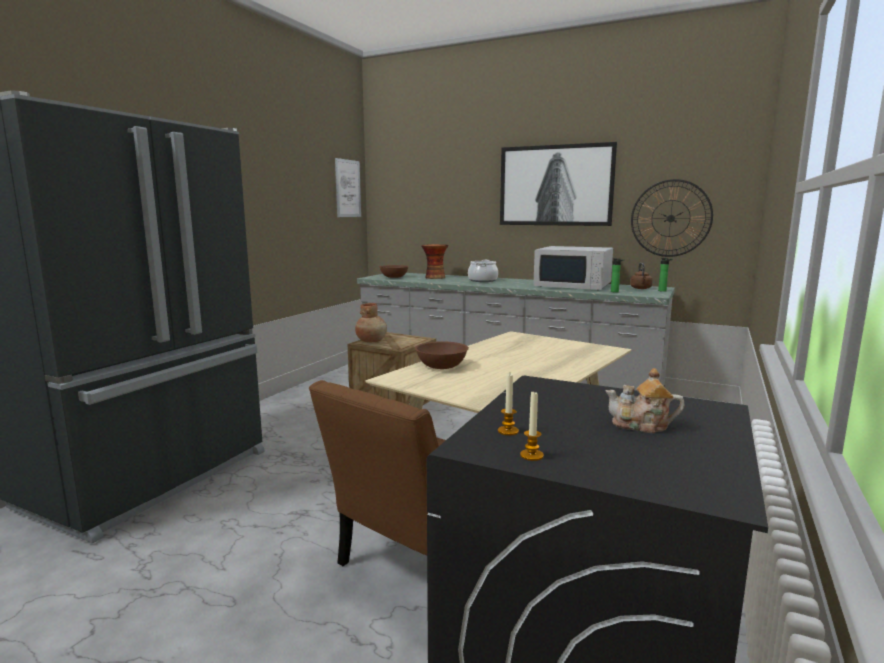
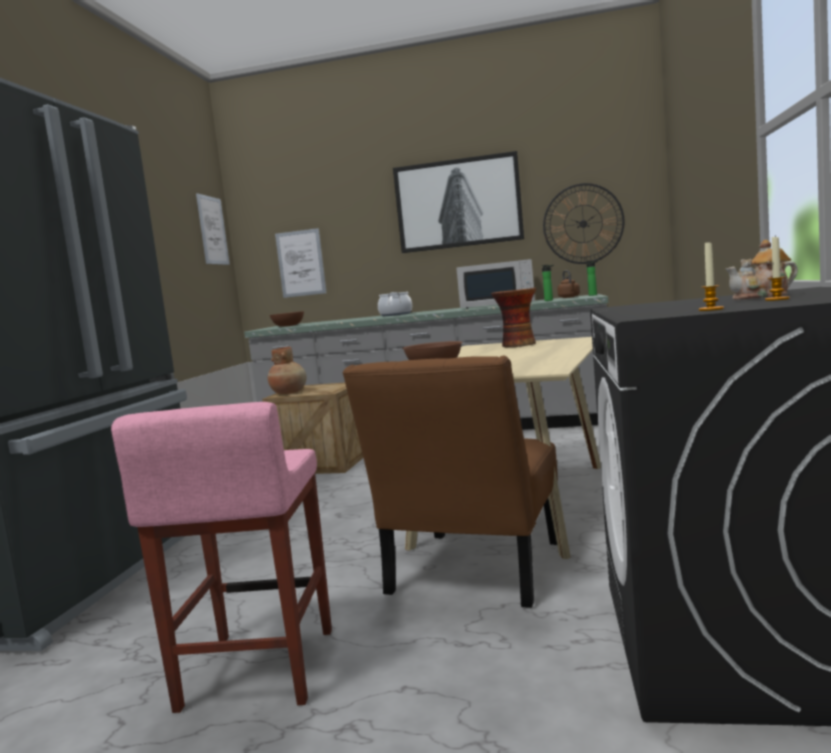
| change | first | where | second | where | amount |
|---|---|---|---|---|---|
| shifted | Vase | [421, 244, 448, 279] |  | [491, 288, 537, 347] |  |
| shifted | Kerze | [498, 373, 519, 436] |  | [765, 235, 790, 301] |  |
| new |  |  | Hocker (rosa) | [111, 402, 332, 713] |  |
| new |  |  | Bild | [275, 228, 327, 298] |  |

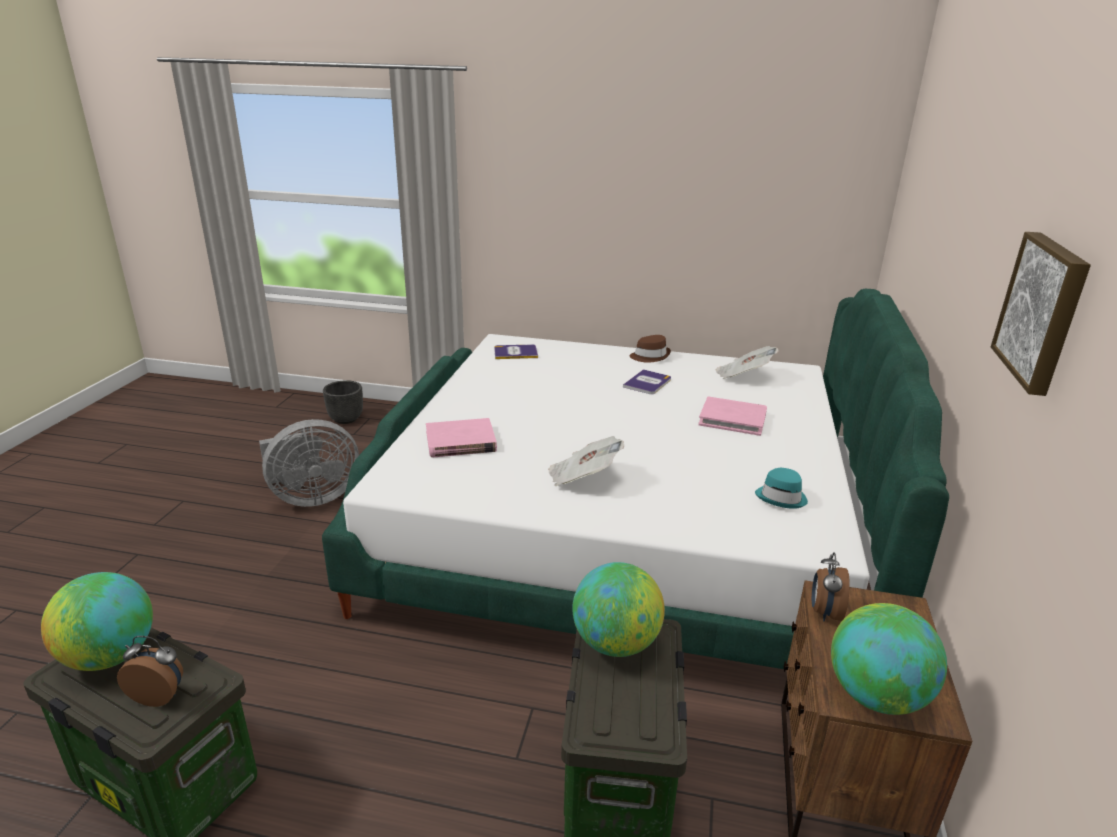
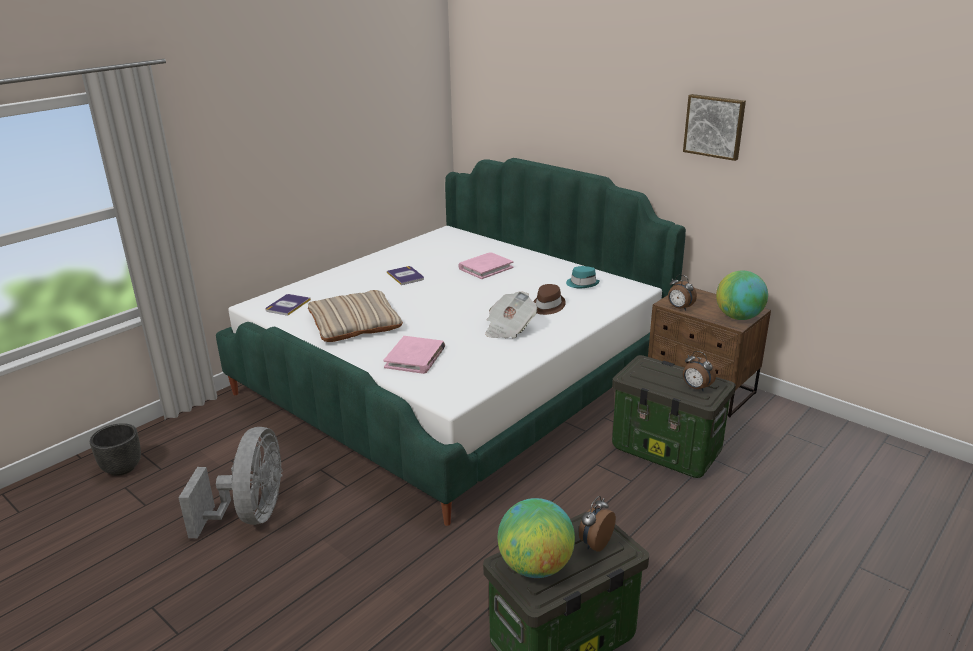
| change | first | where | second | where | amount |
|---|---|---|---|---|---|
| gone | Globus | [572, 562, 665, 657] |  |  |  |
| shifted | Hut (braun) | [629, 335, 671, 363] |  | [533, 284, 566, 315] |  |
| gone | Zeitung | [716, 346, 778, 379] |  |  |  |
| new |  |  | Kissen (beige) | [308, 290, 403, 342] |  |
| new |  |  | Wecker | [683, 351, 716, 391] |  |

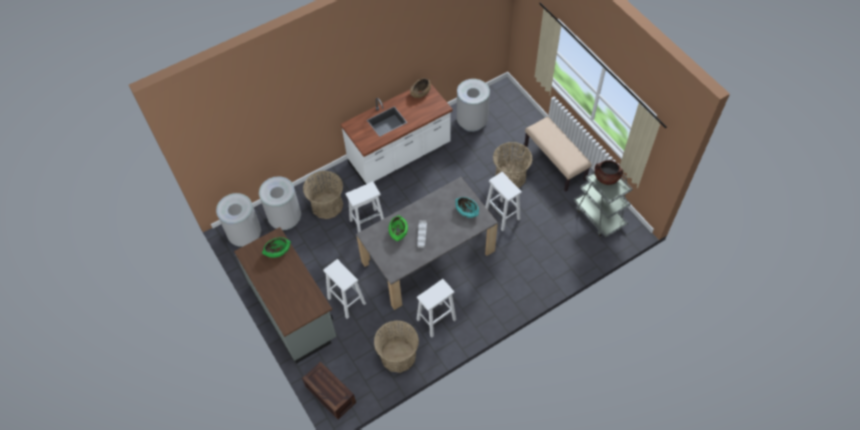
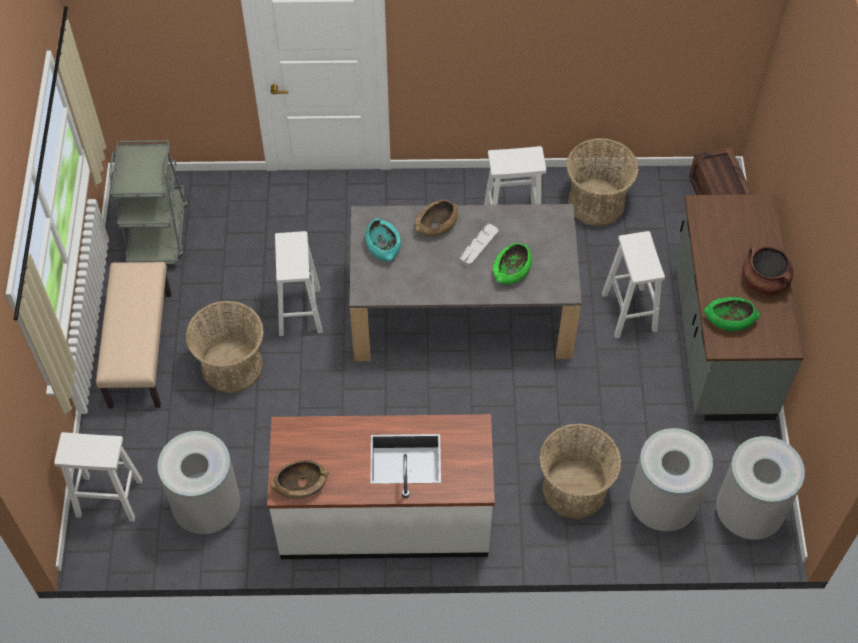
| change | first | where | second | where | amount |
|---|---|---|---|---|---|
| shifted | Hocker (weiß) | [345, 181, 384, 233] |  | [54, 432, 143, 521] |  |
| shifted | Kochtopf (braun) | [595, 160, 623, 185] |  | [742, 247, 793, 295] |  |
| new |  |  | Schüssel (braun) | [415, 200, 458, 237] |  |

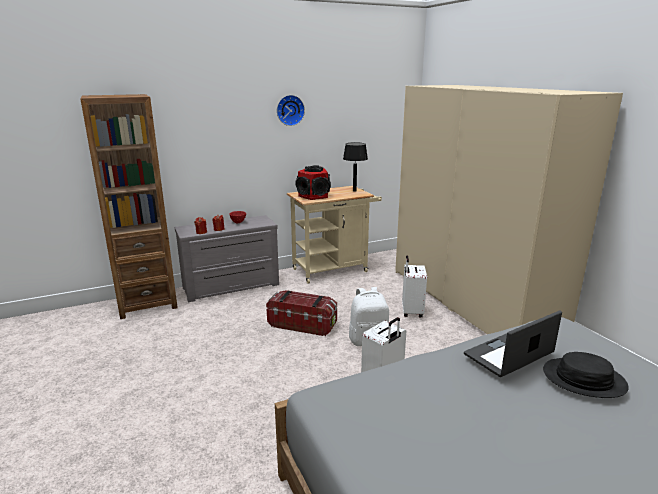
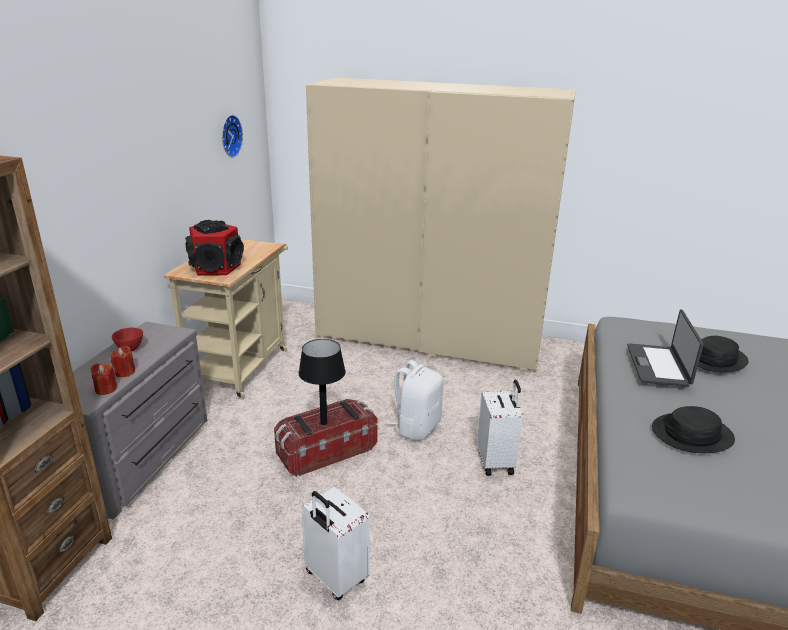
| change | first | where | second | where | amount |
|---|---|---|---|---|---|
| shifted | Wanduhr | [277, 95, 305, 126] |  | [222, 115, 243, 158] |  |
| shifted | Tischlampe (schwarz) | [343, 142, 368, 192] |  | [299, 339, 346, 425] |  |
| shifted | Koffer (weiß) | [402, 256, 427, 317] |  | [301, 487, 370, 600] |  |
| new |  |  | Hut (schwarz) | [652, 406, 735, 453] |  |

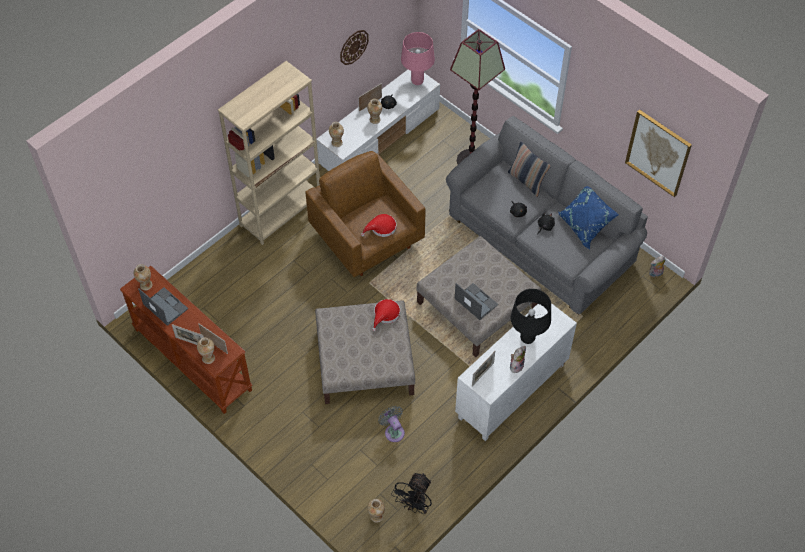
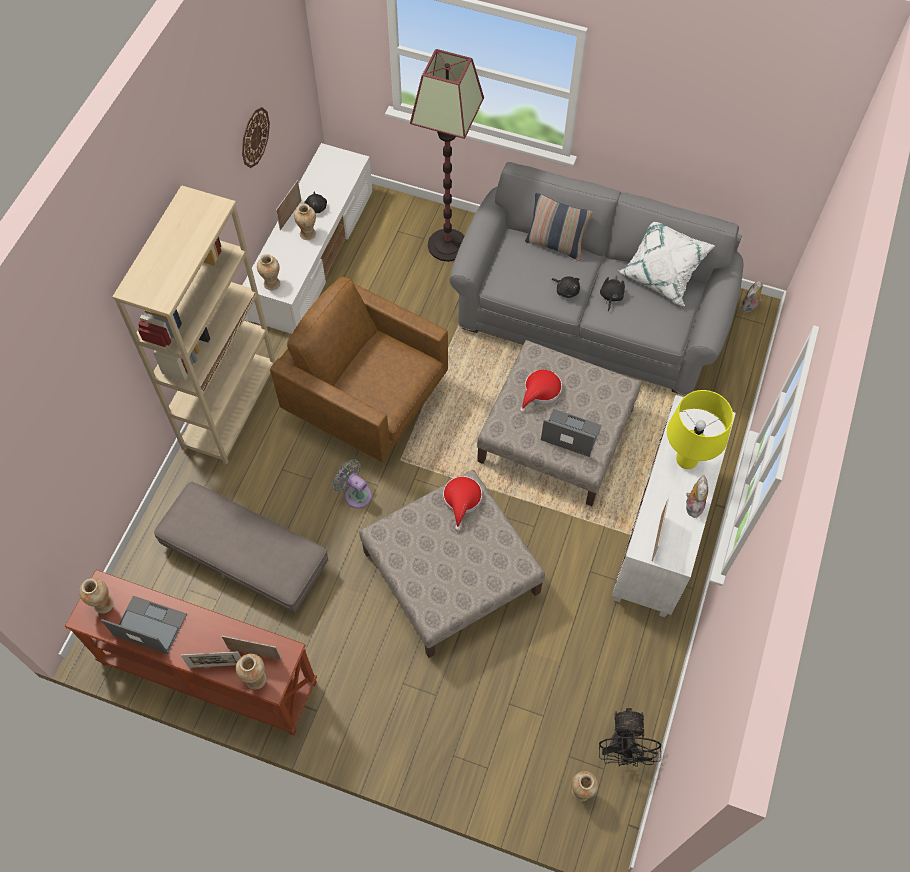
| change | first | where | second | where | amount |
|---|---|---|---|---|---|
| shifted | Hut (rot) | [361, 214, 396, 237] |  | [520, 369, 562, 413] |  |
| shifted | Ventilator (grau) | [378, 406, 405, 442] |  | [333, 459, 372, 508] |  |
| gone | Tischlampe (rosa) | [401, 32, 435, 85] |  |  |  |
| repainted | Tischlampe (schwarz) | [511, 289, 551, 344] | Tischlampe (gelb) | [667, 390, 733, 469] |  |
| repainted | Kissen (blau) | [558, 186, 618, 249] | Kissen (weiß) | [618, 222, 715, 306] |  |
| gone | Bild | [625, 110, 692, 197] |  |  |  |
| new |  |  | Polsterhocker (grau) | [154, 482, 328, 613] |  |

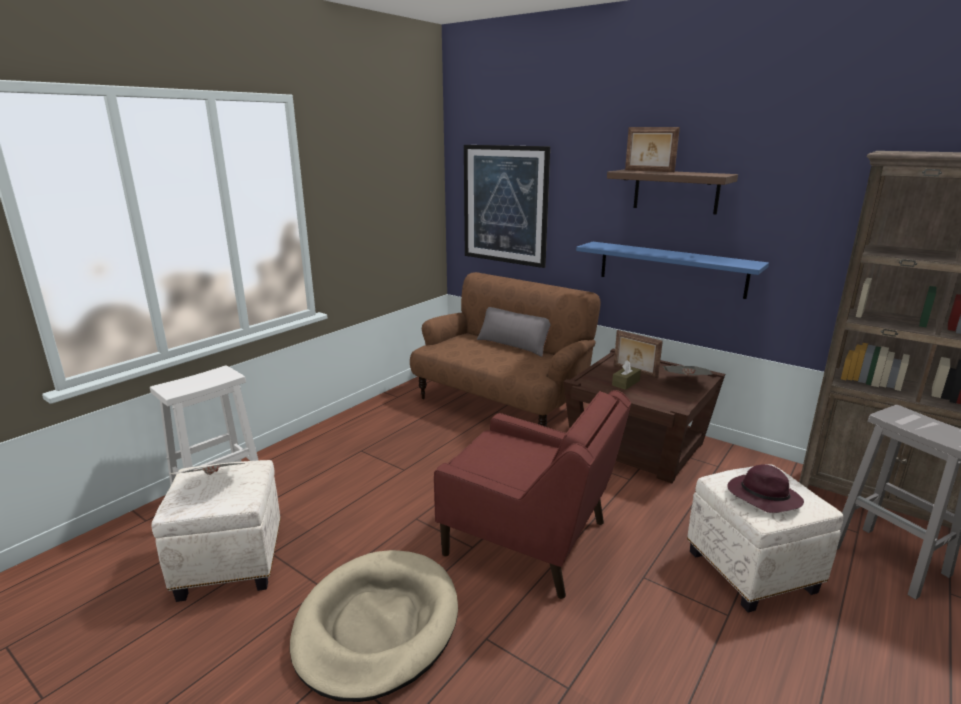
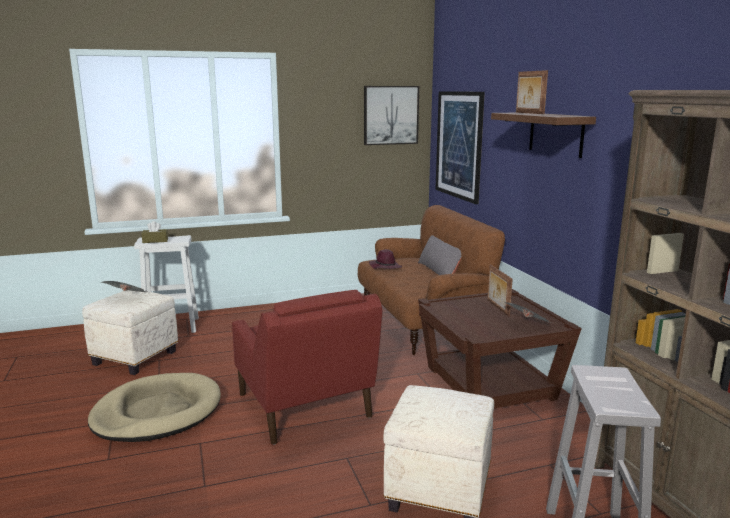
| change | first | where | second | where | amount |
|---|---|---|---|---|---|
| gone | Wandregal (blau) | [576, 242, 769, 299] |  |  |  |
| shifted | Taschentuchbox (braun) | [612, 360, 641, 390] |  | [141, 221, 168, 243] |  |
| shifted | Hut (lila) | [727, 464, 804, 513] |  | [369, 249, 402, 269] |  |
| new |  |  | Bild | [364, 86, 419, 145] |  |

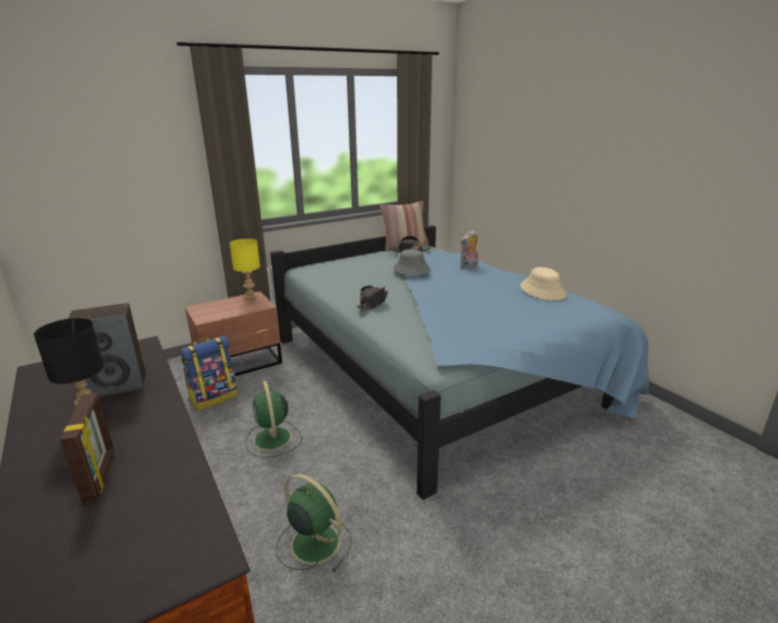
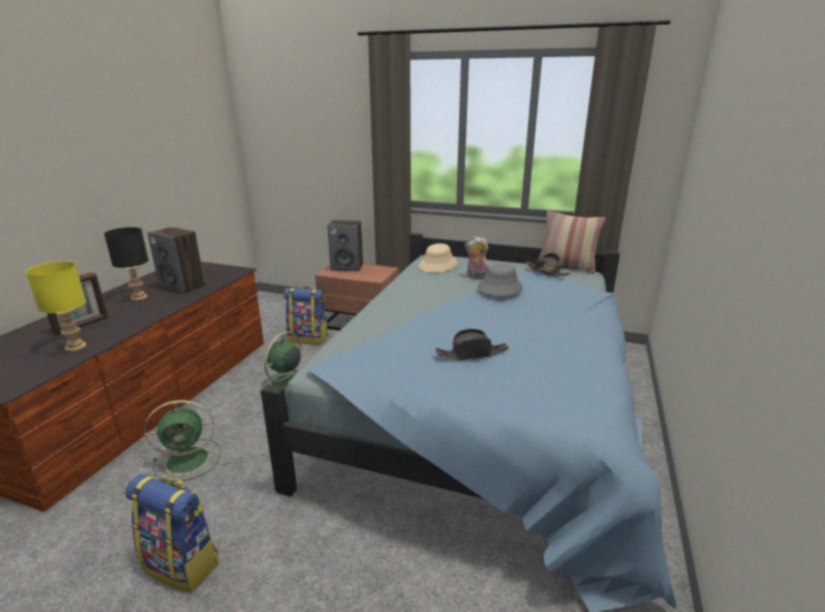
| change | first | where | second | where | amount |
|---|---|---|---|---|---|
| shifted | Tischlampe (gelb) | [229, 239, 260, 299] |  | [26, 261, 87, 352] |  |
| rotated | Ventilator (grün) | [276, 474, 352, 572] |  | [144, 400, 221, 482] | 75 degrees clockwise |
| shifted | Hut (schwarz) | [357, 285, 388, 310] |  | [435, 329, 508, 361] |  |
| shifted | Plüschtier | [460, 230, 478, 269] |  | [465, 237, 489, 280] |  |
| shifted | Hut (beige) | [520, 267, 567, 301] |  | [419, 243, 458, 273] |  |
| new |  |  | Rucksack | [125, 474, 219, 593] |  |
| new |  |  | Lautsprecher | [327, 220, 363, 271] |  |

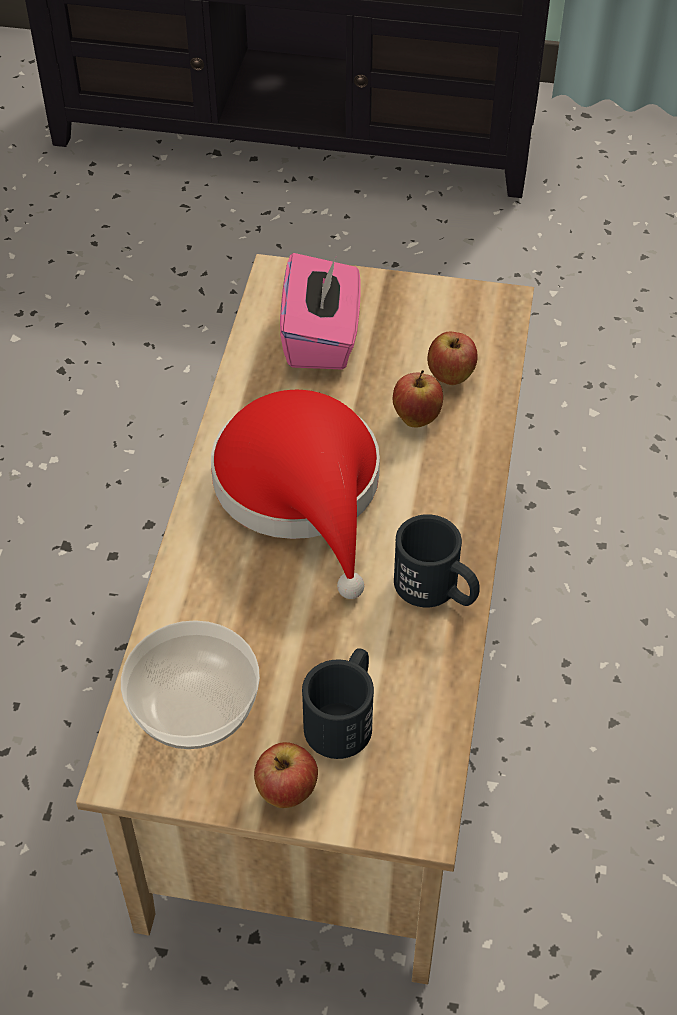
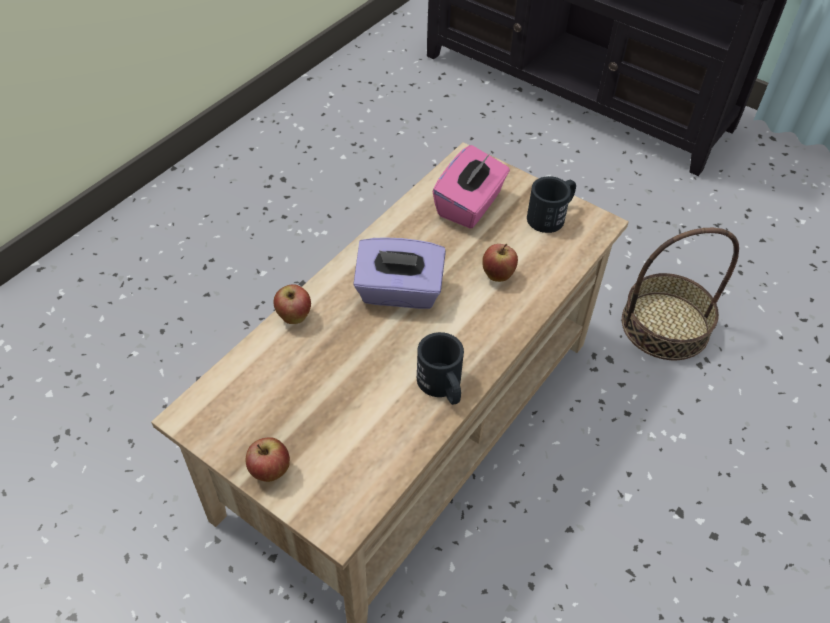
| change | first | where | second | where | amount |
|---|---|---|---|---|---|
| gone | Schüssel | [121, 620, 260, 749] |  |  |  |
| swapped | Hut (rot) | [211, 390, 380, 599] | Taschentuchbox (lila) | [353, 238, 446, 309] |  |
| shifted | Henkelbecher (schwarz) | [302, 648, 374, 759] |  | [527, 176, 576, 233] |  |
| shifted | Apfel | [427, 331, 478, 385] |  | [273, 284, 311, 324] |  |
| new |  |  | Korb | [622, 228, 739, 360] |  |

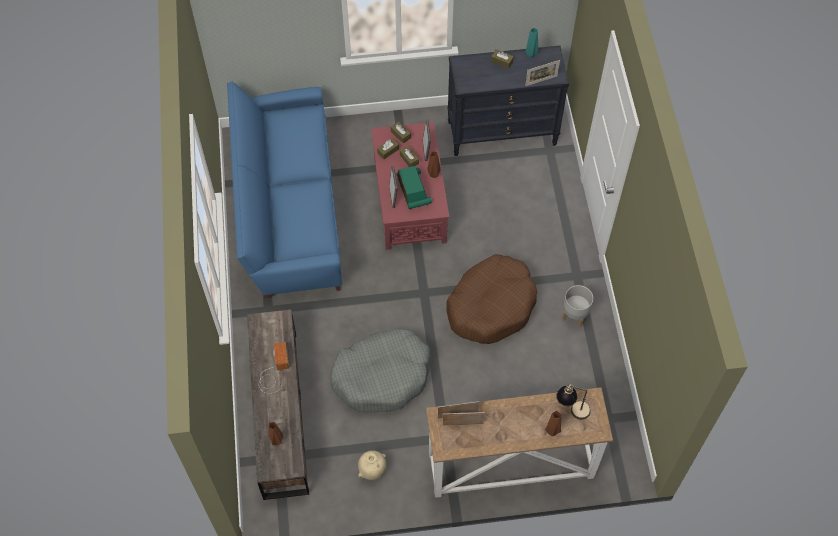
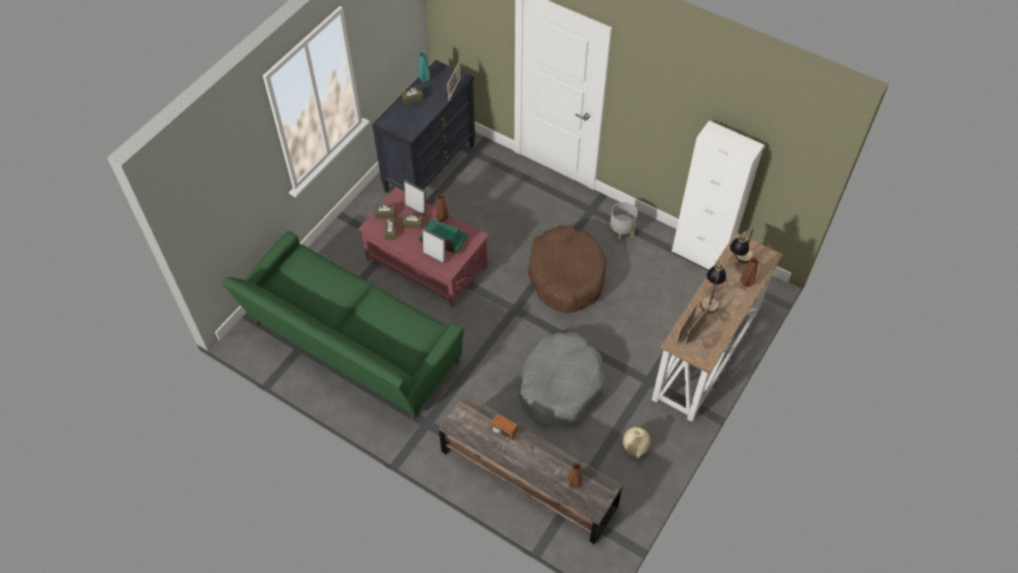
| change | first | where | second | where | amount |
|---|---|---|---|---|---|
| repainted | Sofa (blau) | [227, 82, 342, 299] | Sofa (grün) | [222, 231, 464, 420] |  |
| new |  |  | Schrank (weiß) | [672, 121, 764, 269] |  |
| new |  |  | Tischlampe | [700, 260, 726, 313] |  |

